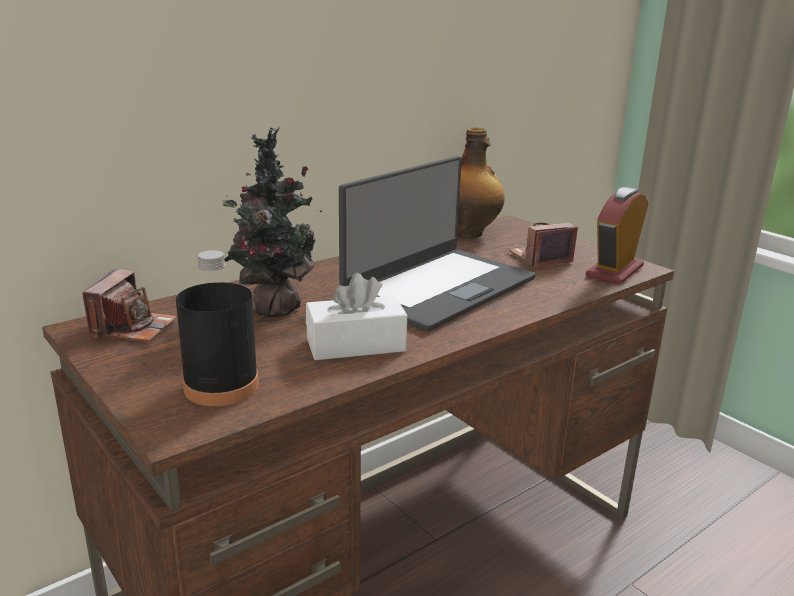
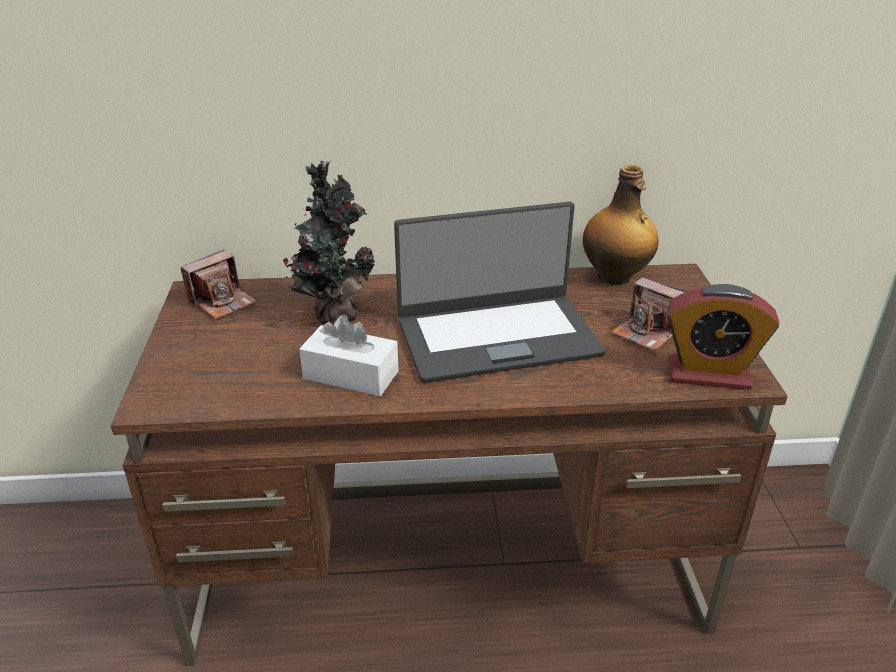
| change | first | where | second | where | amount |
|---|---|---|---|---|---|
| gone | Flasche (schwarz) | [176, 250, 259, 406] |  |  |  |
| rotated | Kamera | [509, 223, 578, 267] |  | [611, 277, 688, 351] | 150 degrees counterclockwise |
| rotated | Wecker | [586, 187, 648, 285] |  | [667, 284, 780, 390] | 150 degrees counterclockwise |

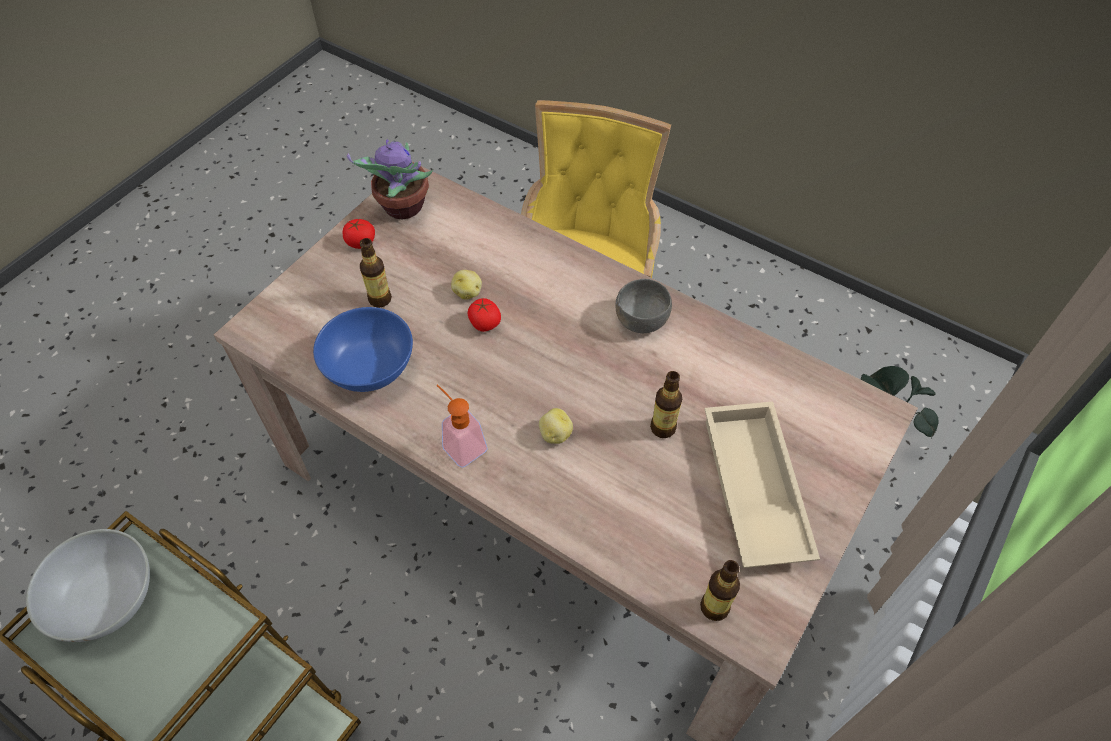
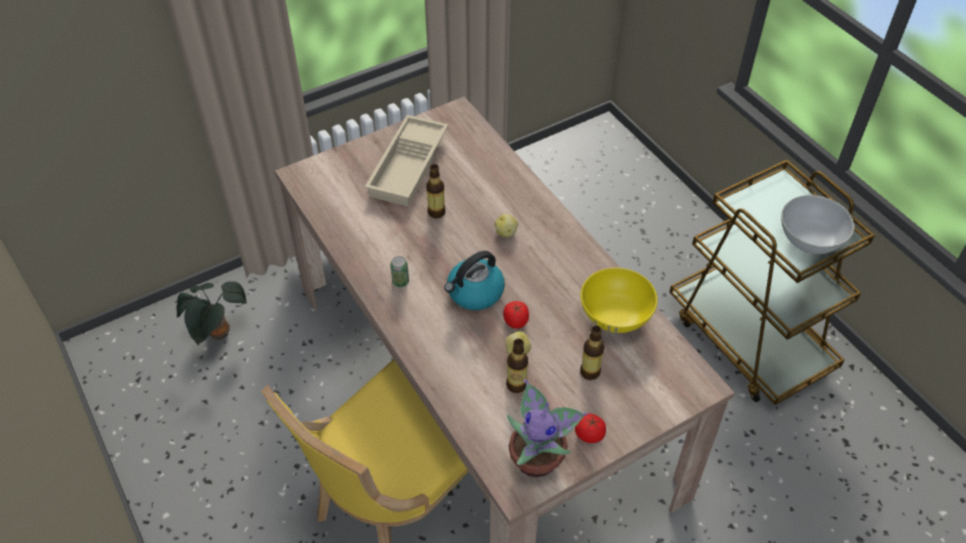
| change | first | where | second | where | amount |
|---|---|---|---|---|---|
| repainted | Schüssel (blau) | [313, 307, 413, 392] | Schüssel (gelb) | [581, 268, 658, 333] |  |
| gone | Seifenspender | [437, 385, 488, 468] |  |  |  |
| swapped | Schüssel (grau) | [616, 279, 672, 333] | Dose | [390, 256, 409, 287] |  |
| shifted | Flasche | [700, 560, 740, 621] |  | [506, 338, 528, 393] |  |
| new |  |  | Wasserkessel | [444, 251, 505, 310] |  |

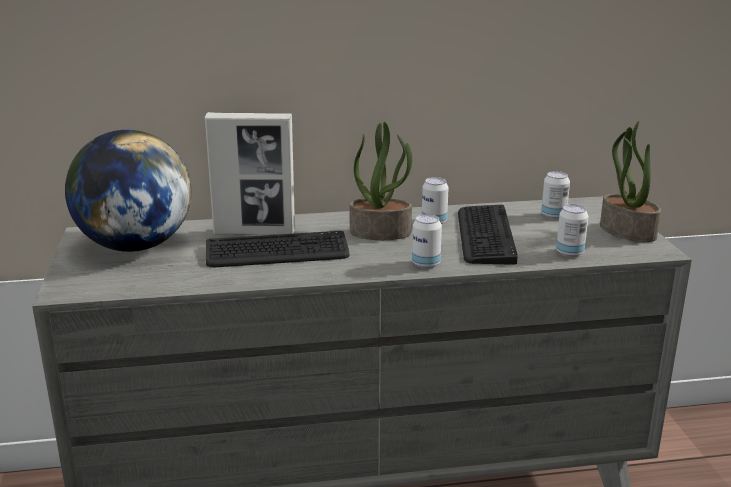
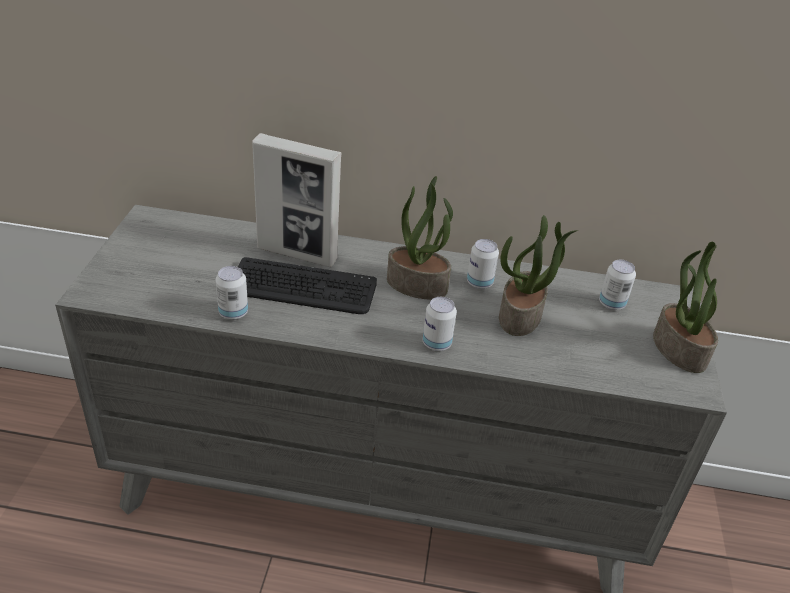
| change | first | where | second | where | amount |
|---|---|---|---|---|---|
| gone | Globus | [65, 130, 191, 252] |  |  |  |
| swapped | Tastatur | [458, 205, 518, 265] | Topfpflanze | [499, 215, 578, 336] |  |
| shifted | Dose | [556, 204, 588, 257] |  | [216, 266, 248, 320] |  |

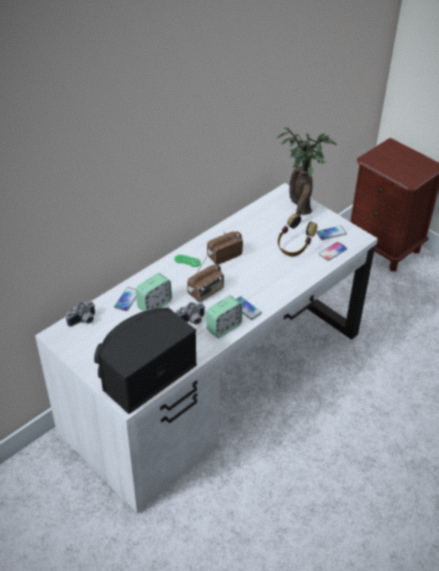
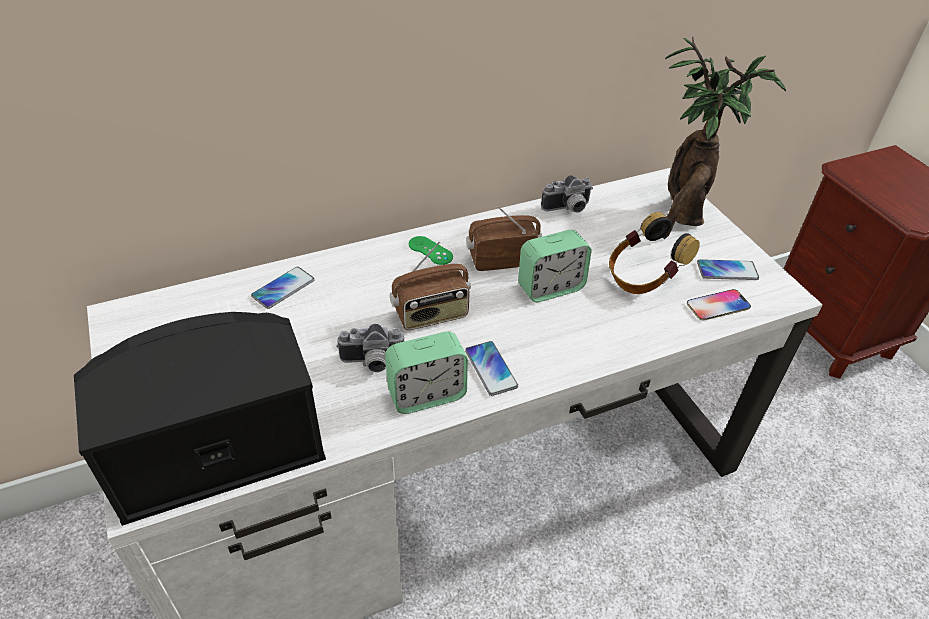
| change | first | where | second | where | amount |
|---|---|---|---|---|---|
| shifted | Kamera | [66, 300, 95, 327] |  | [541, 175, 593, 213] |  |
| shifted | Wecker | [136, 273, 172, 311] |  | [518, 230, 592, 302] |  |

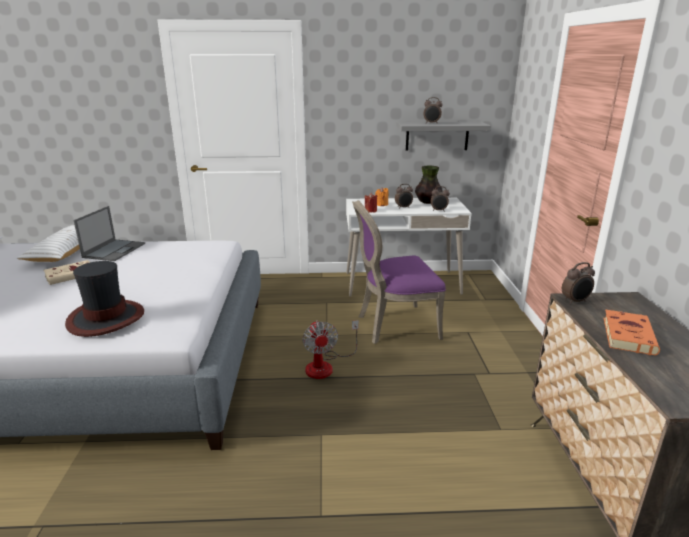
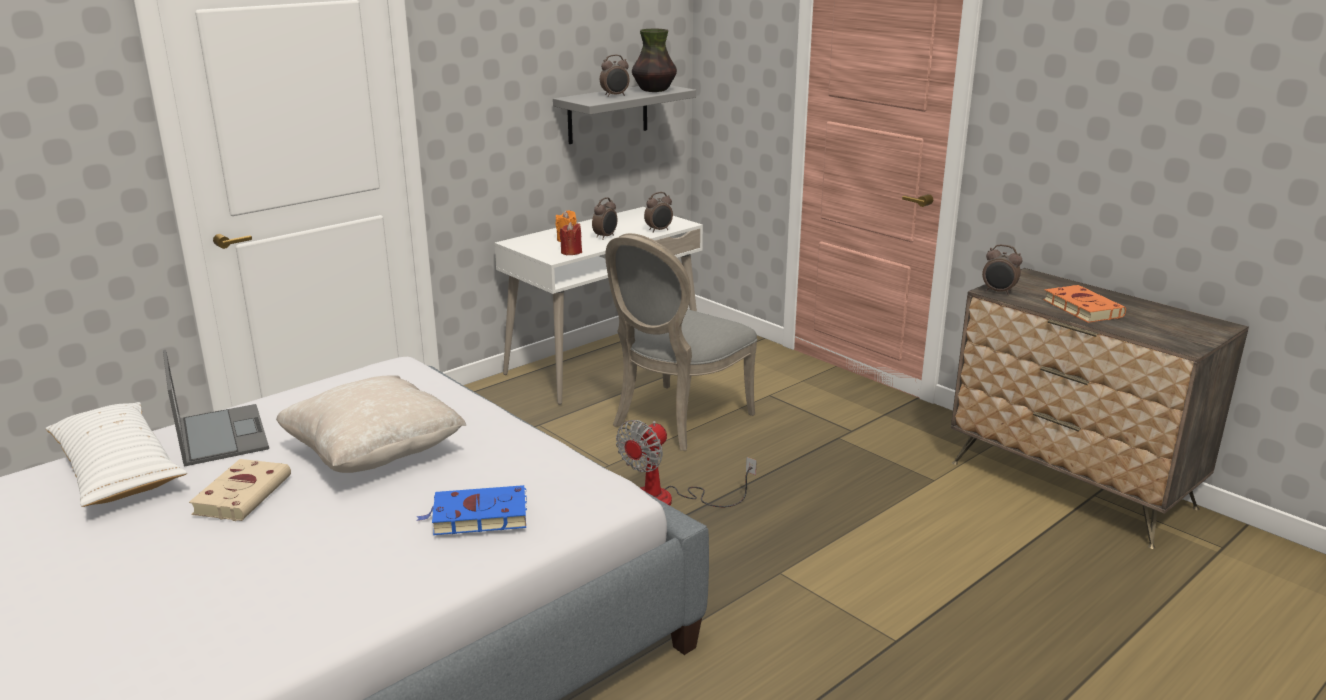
| change | first | where | second | where | amount |
|---|---|---|---|---|---|
| swapped | Hut | [65, 261, 144, 337] | Buch (blau) | [416, 485, 527, 535] |  |
| rotated | Ventilator | [302, 320, 359, 379] |  | [616, 420, 757, 507] | 90 degrees clockwise |
| repainted | Stuhl (lila) | [352, 200, 446, 344] | Stuhl (grau) | [605, 233, 757, 451] |  |
| shifted | Vase | [415, 166, 443, 204] |  | [632, 29, 677, 92] |  |
| rotated | Wecker | [562, 262, 595, 304] |  | [982, 244, 1023, 295] | 90 degrees clockwise |
| new |  |  | Kissen (beige) | [276, 375, 466, 473] |  |

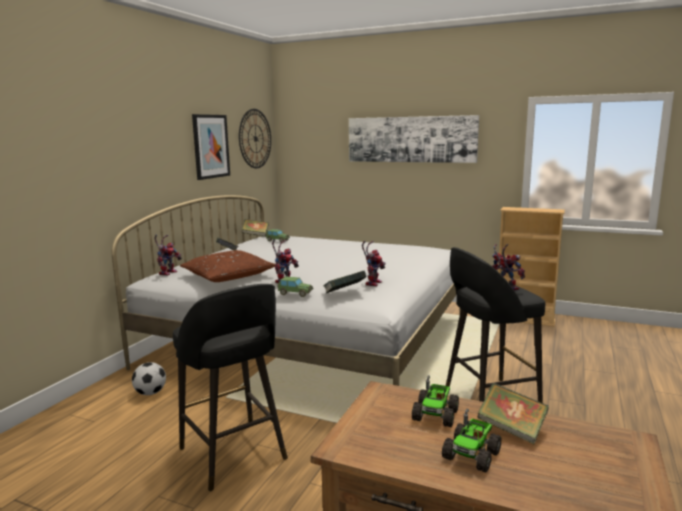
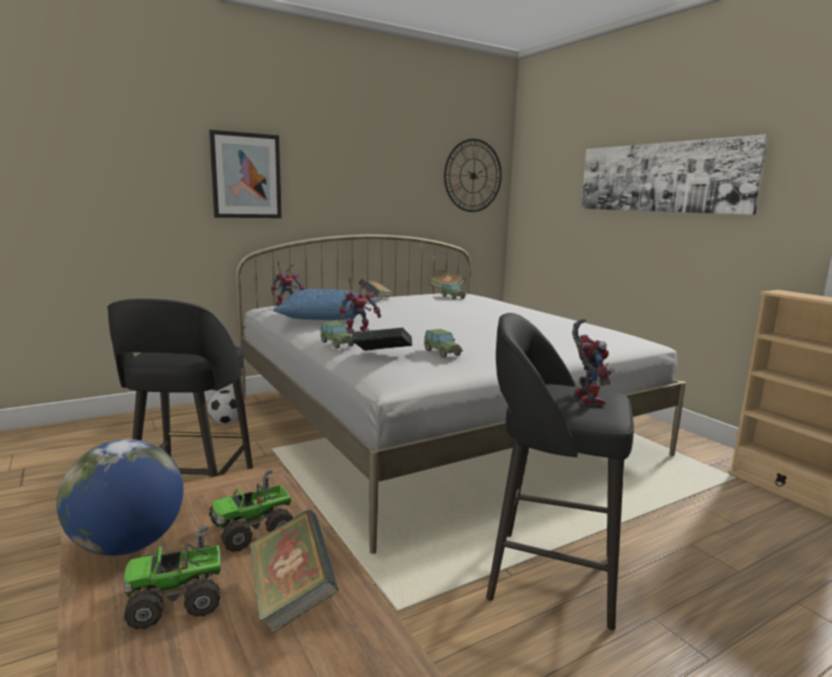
| change | first | where | second | where | amount |
|---|---|---|---|---|---|
| repainted | Kissen (braun) | [180, 250, 276, 282] | Kissen (blau) | [273, 289, 358, 320] |  |
| shifted | Bild | [192, 114, 230, 180] |  | [209, 130, 282, 218] |  |
| swapped | Spielzeugroboter | [362, 241, 385, 287] | Spielzeugauto | [424, 329, 463, 358] |  |
| new |  |  | Globus | [57, 439, 183, 556] |  |

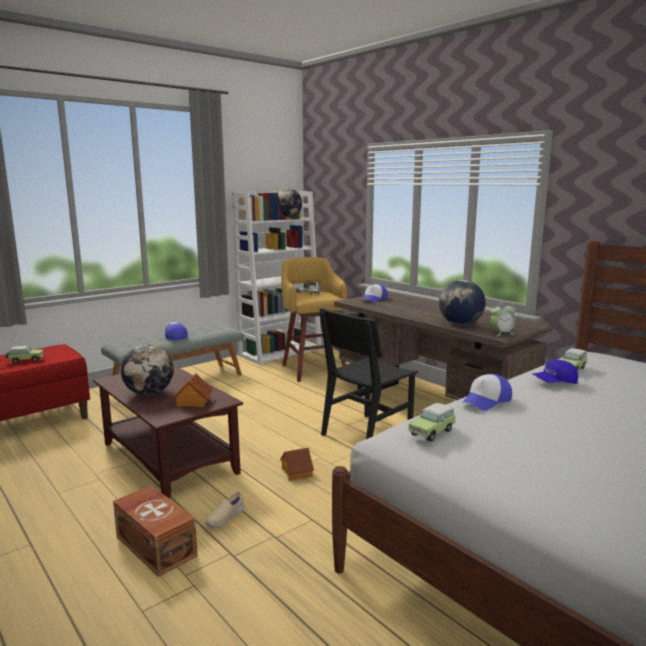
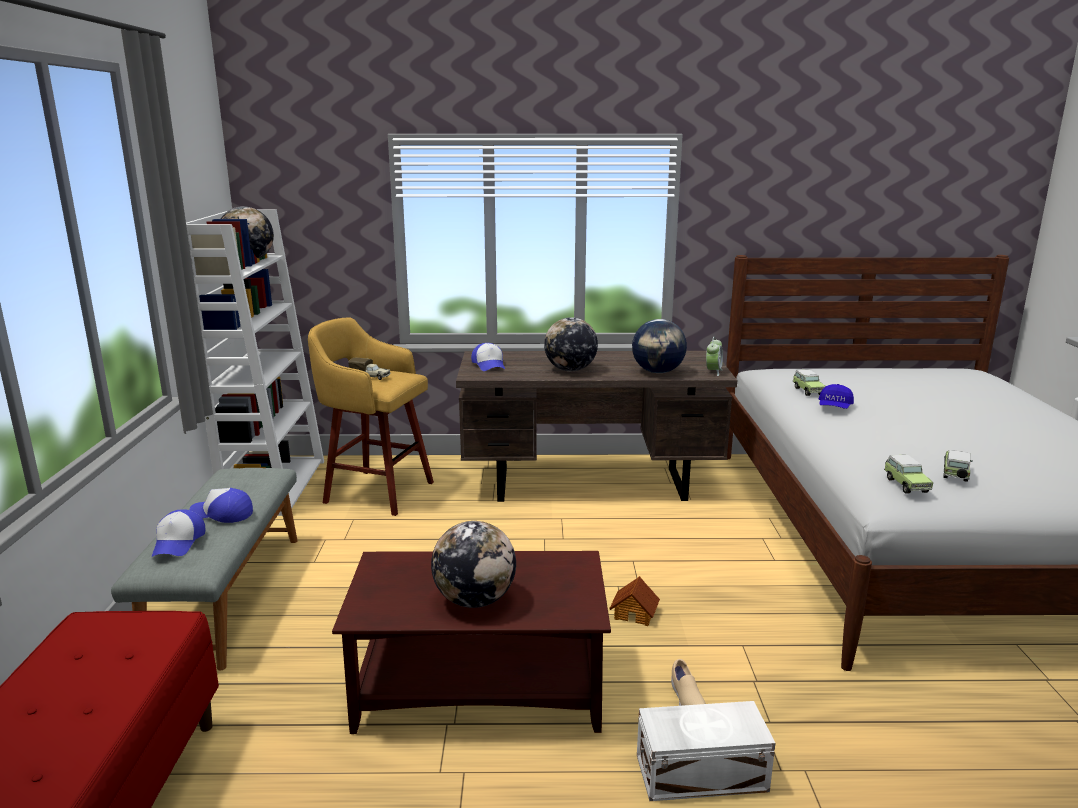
| change | first | where | second | where | amount |
|---|---|---|---|---|---|
| shifted | Spielzeugauto | [6, 346, 44, 363] |  | [943, 450, 973, 482] |  |
| repainted | Aufbewahrungsbox (braun) | [113, 485, 198, 577] | Aufbewahrungsbox (weiß) | [637, 701, 775, 801] |  |
| gone | Spielzeughaus | [173, 374, 213, 407] |  |  |  |
| gone | Stuhl (schwarz) | [320, 307, 418, 439] |  |  |  |
| shifted | Kappe | [461, 374, 512, 411] |  | [152, 509, 205, 557] |  |
| new |  |  | Globus | [544, 317, 598, 371] |  |

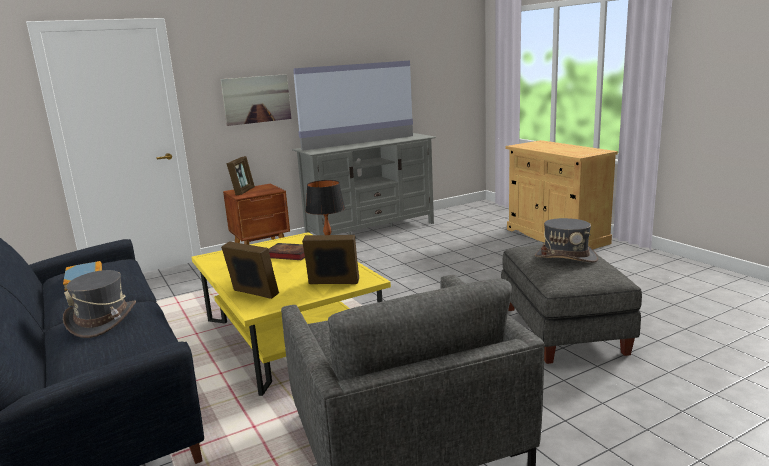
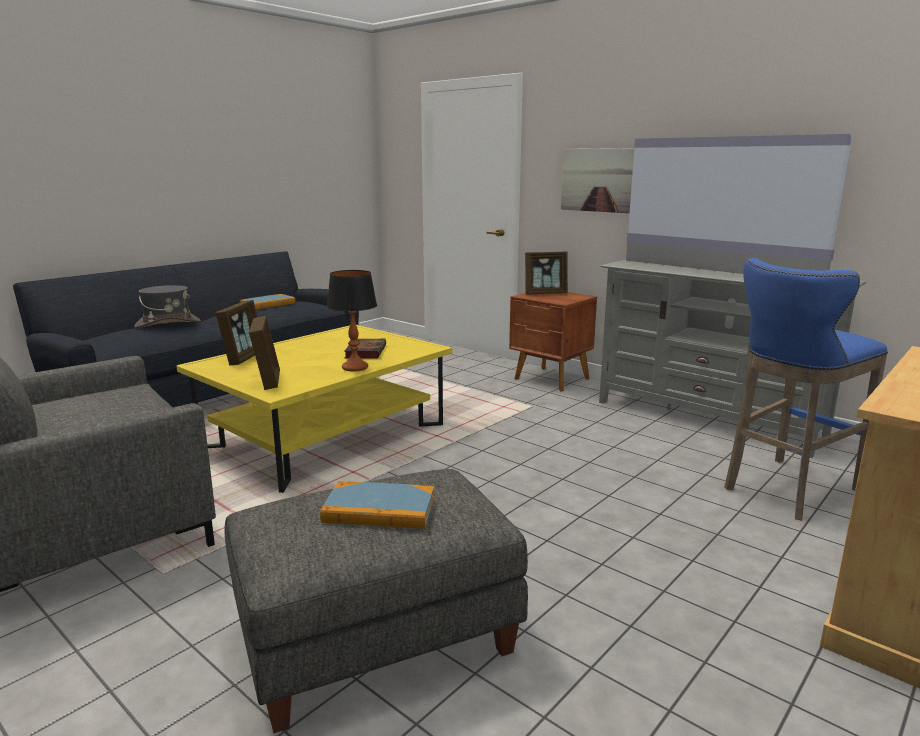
| change | first | where | second | where | amount |
|---|---|---|---|---|---|
| swapped | Hut (grau) | [535, 218, 598, 262] | Buch | [320, 481, 434, 529] |  |
| new |  |  | Hocker (blau) | [724, 258, 888, 520] |  |

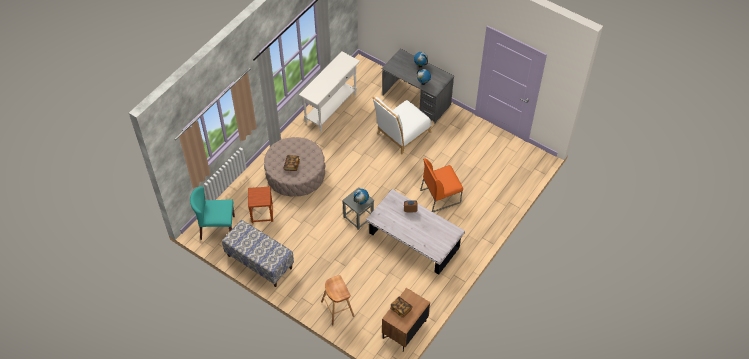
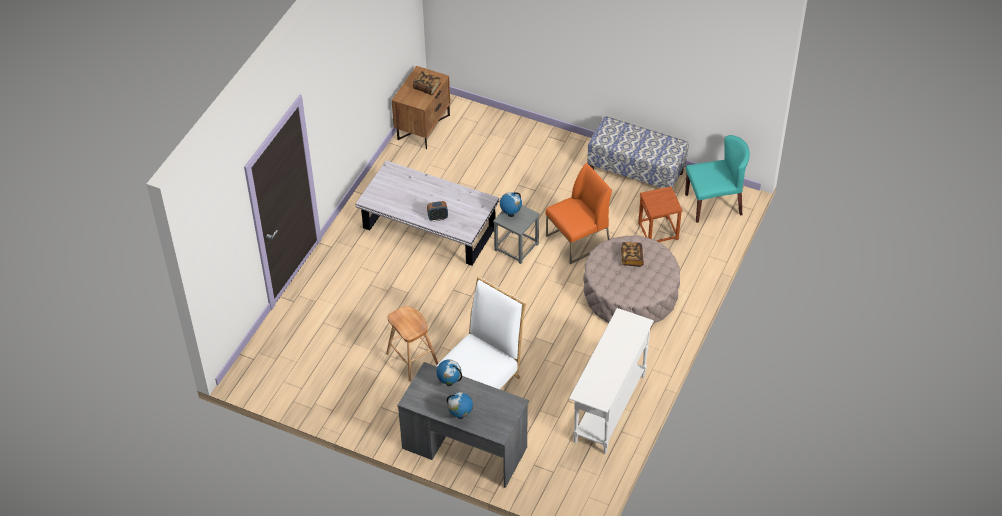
| change | first | where | second | where | amount |
|---|---|---|---|---|---|
| shifted | Hocker (braun) | [321, 275, 354, 325] |  | [386, 306, 438, 382] |  |
| shifted | Stuhl (orange) | [420, 158, 463, 212] |  | [546, 163, 612, 264] |  |

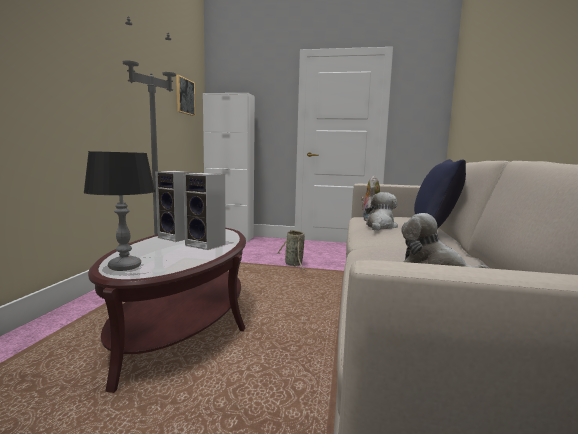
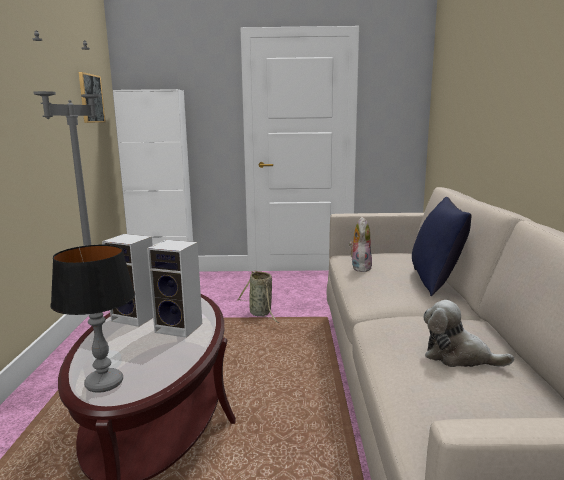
| change | first | where | second | where | amount |
|---|---|---|---|---|---|
| gone | Plüschtier | [365, 192, 398, 231] |  |  |  |

